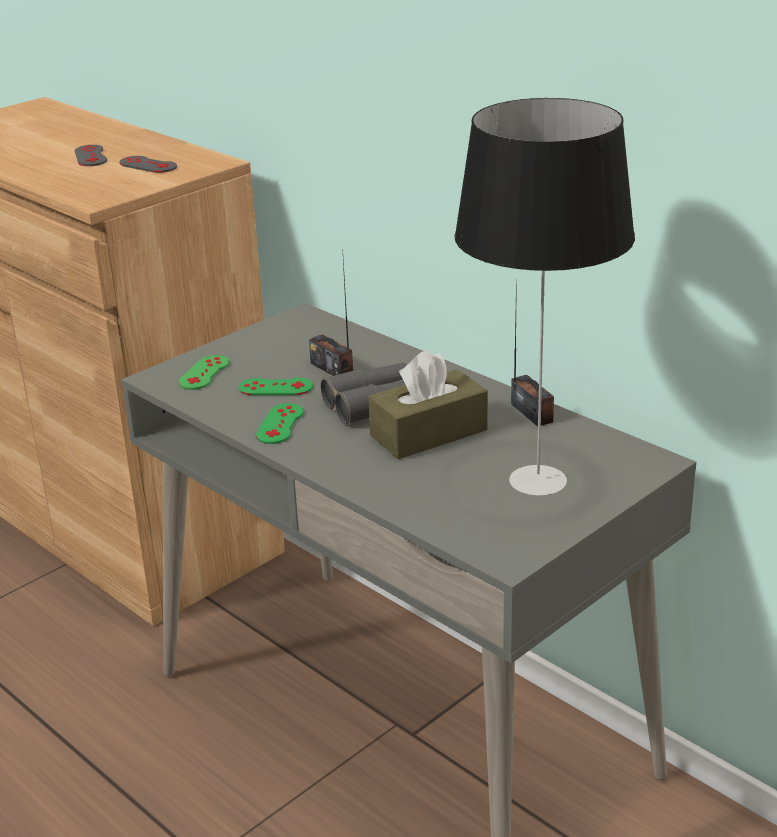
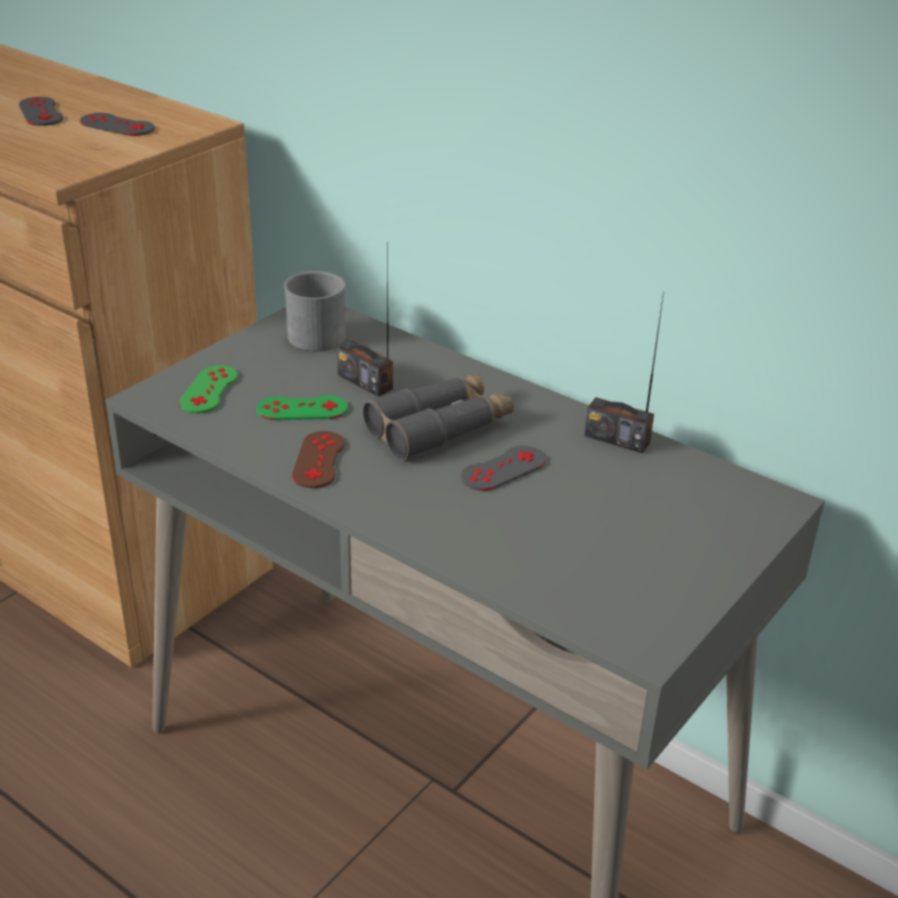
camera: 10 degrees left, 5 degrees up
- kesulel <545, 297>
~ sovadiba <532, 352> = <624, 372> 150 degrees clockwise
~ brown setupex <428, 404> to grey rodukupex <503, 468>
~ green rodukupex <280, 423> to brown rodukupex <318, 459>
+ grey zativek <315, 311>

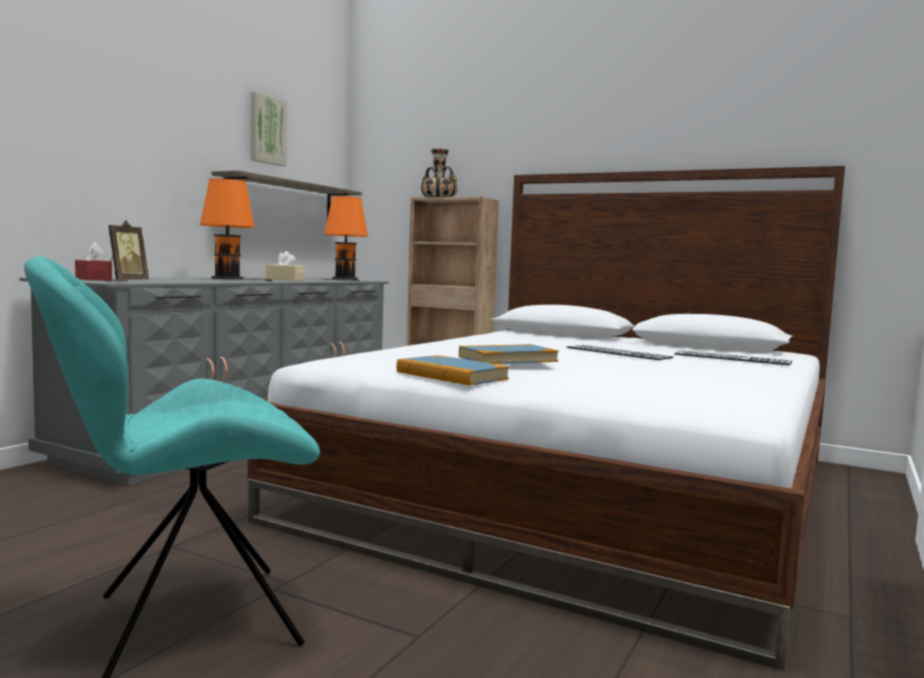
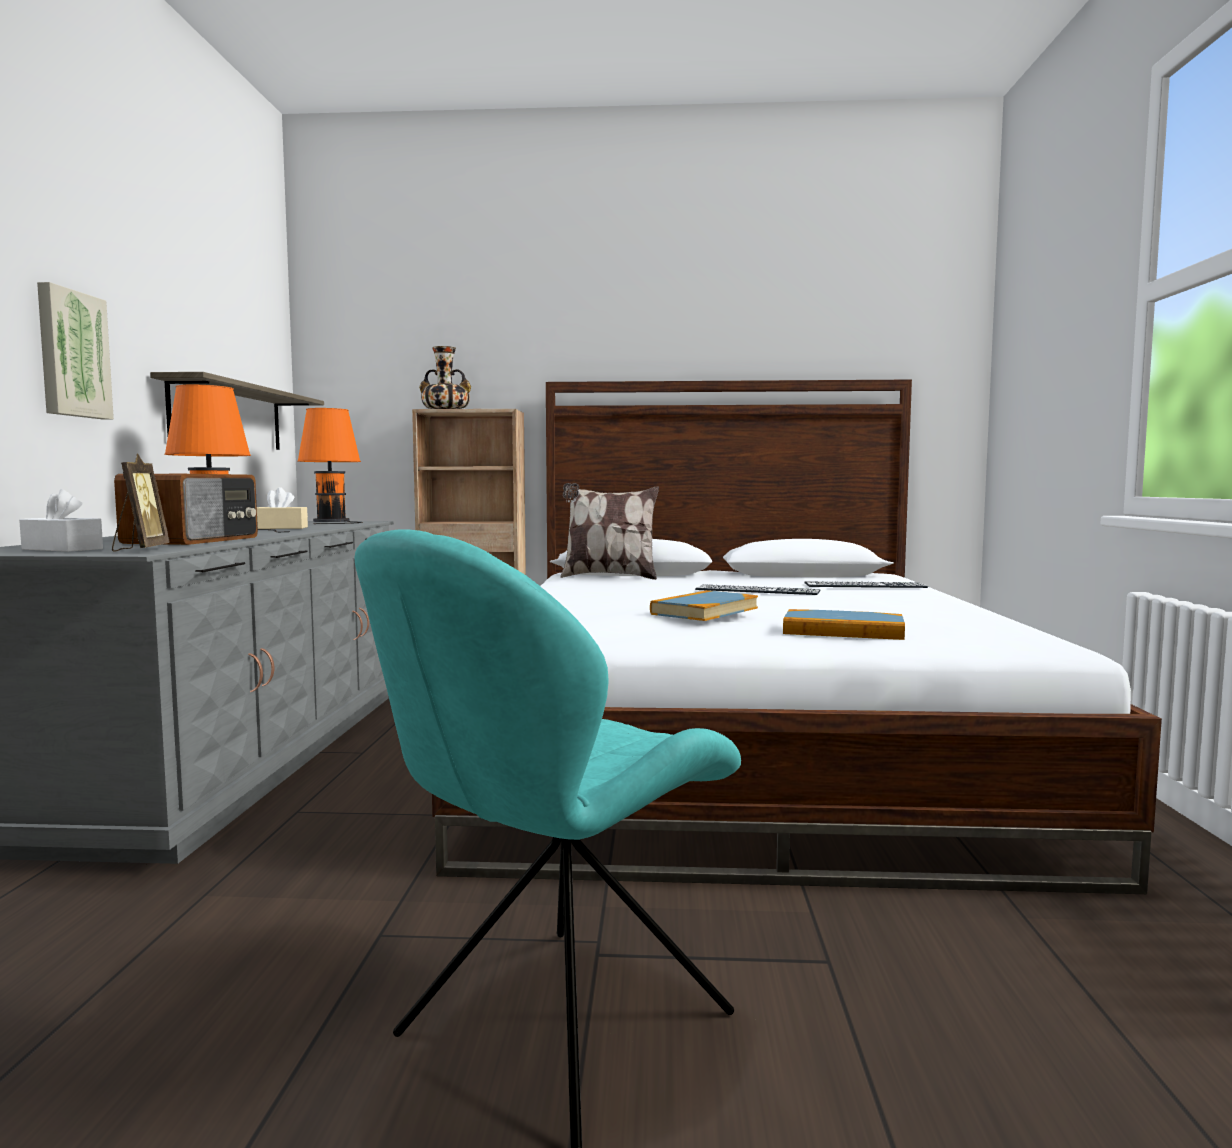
camera: 25 degrees left, 0 degrees up
~ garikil <269, 129> to <75, 350>
~ red setupex <93, 261> to white setupex <61, 520>
~ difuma <452, 370> to <844, 624>
+ sovadiba <186, 509>
+ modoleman <609, 531>

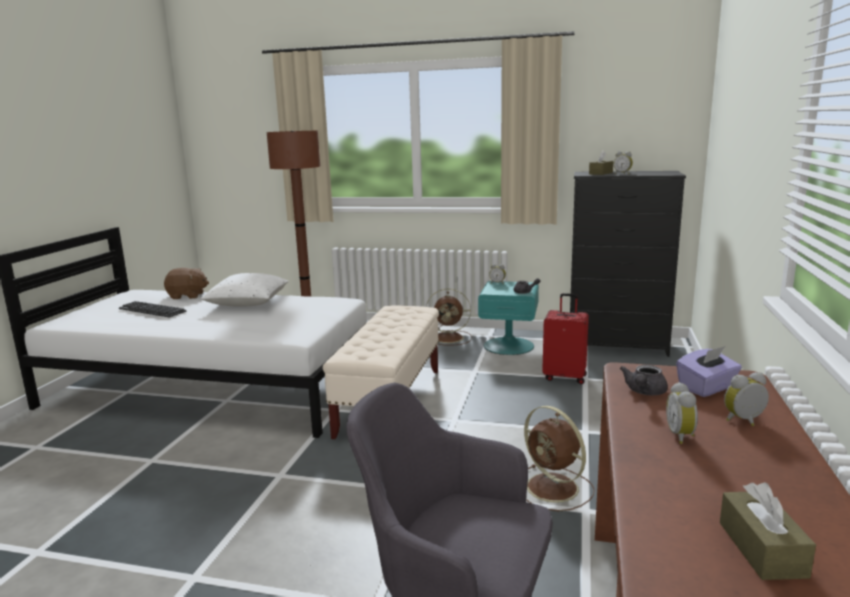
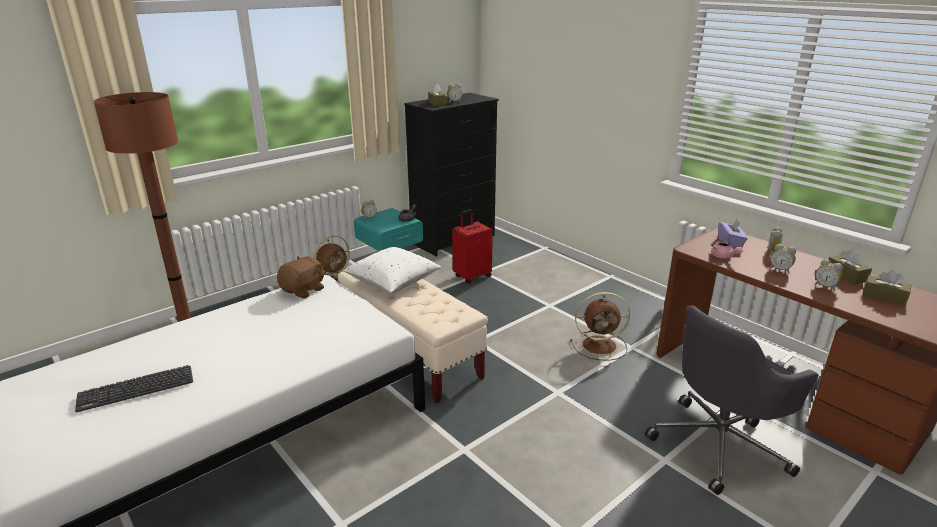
camera: 55 degrees left, 10 degrees up
~ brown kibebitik <186, 283> to <301, 277>
~ white modoleman <245, 290> to <392, 270>
~ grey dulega <644, 380> to pink dulega <727, 250>
+ brown setupex <850, 267>
+ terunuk <829, 275>

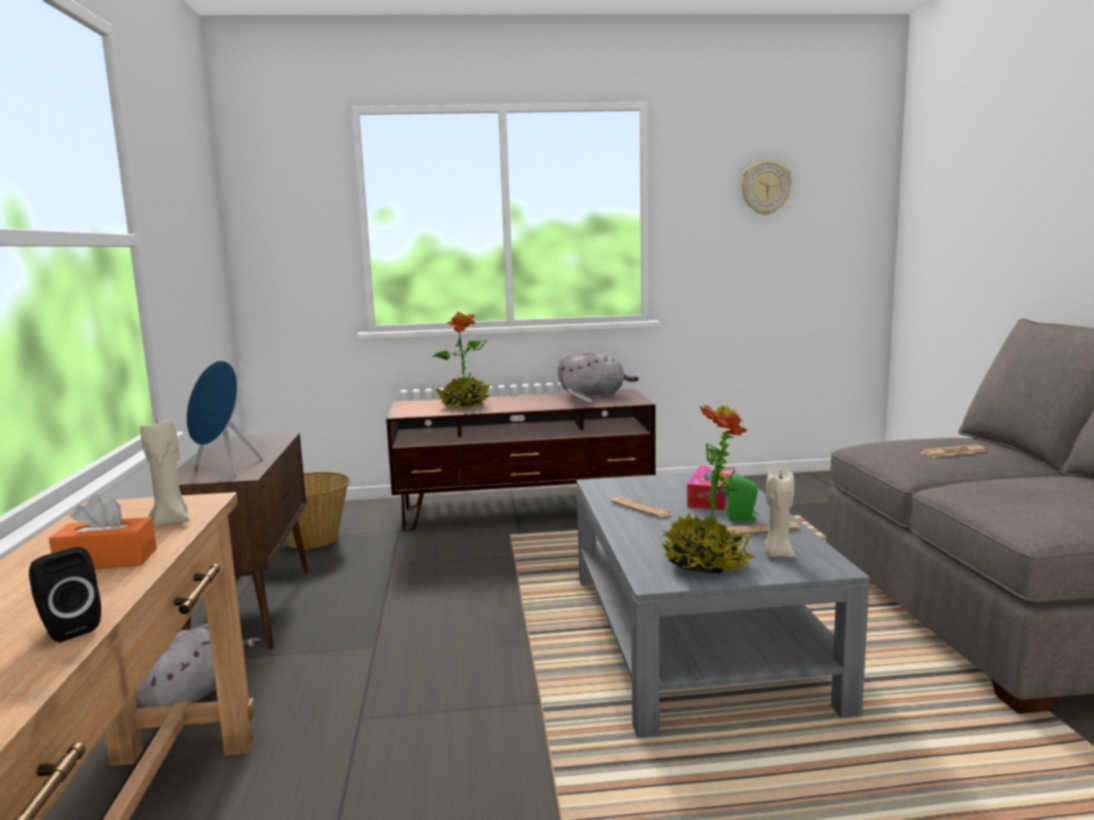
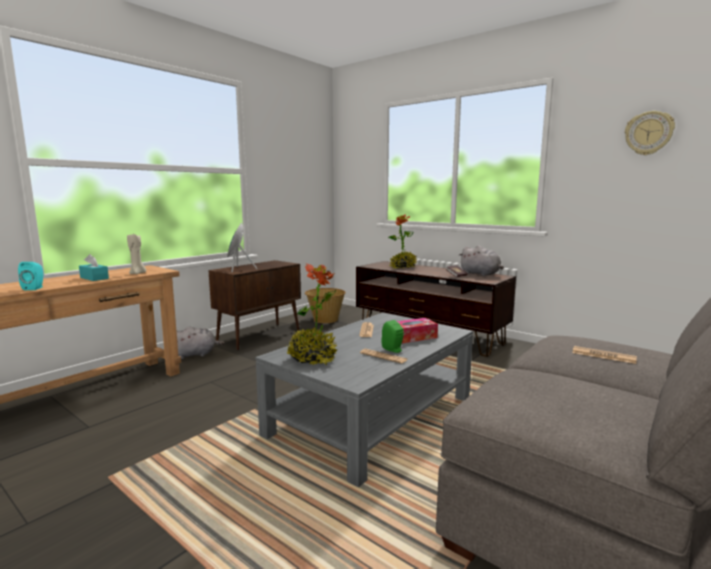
camera: 45 degrees right, 0 degrees up
- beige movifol <780, 512>
~ orange setupex <103, 532> to turquoise setupex <94, 267>
~ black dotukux <65, 595> to turquoise dotukux <30, 276>

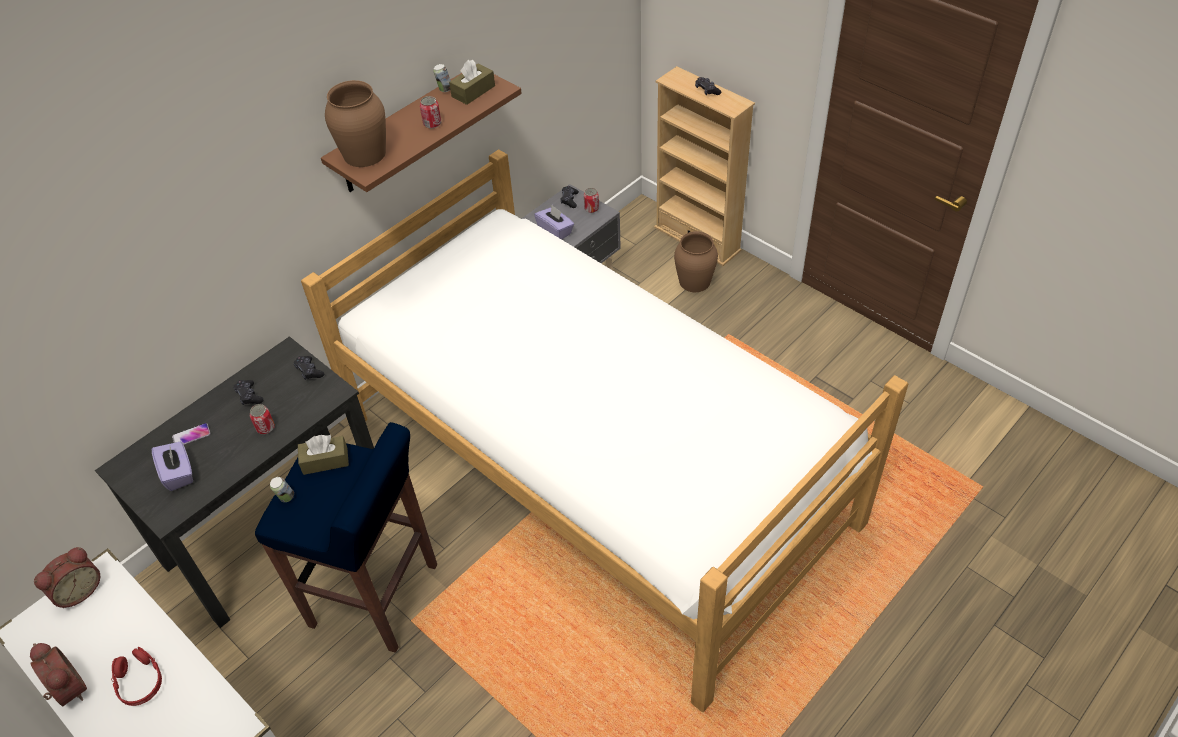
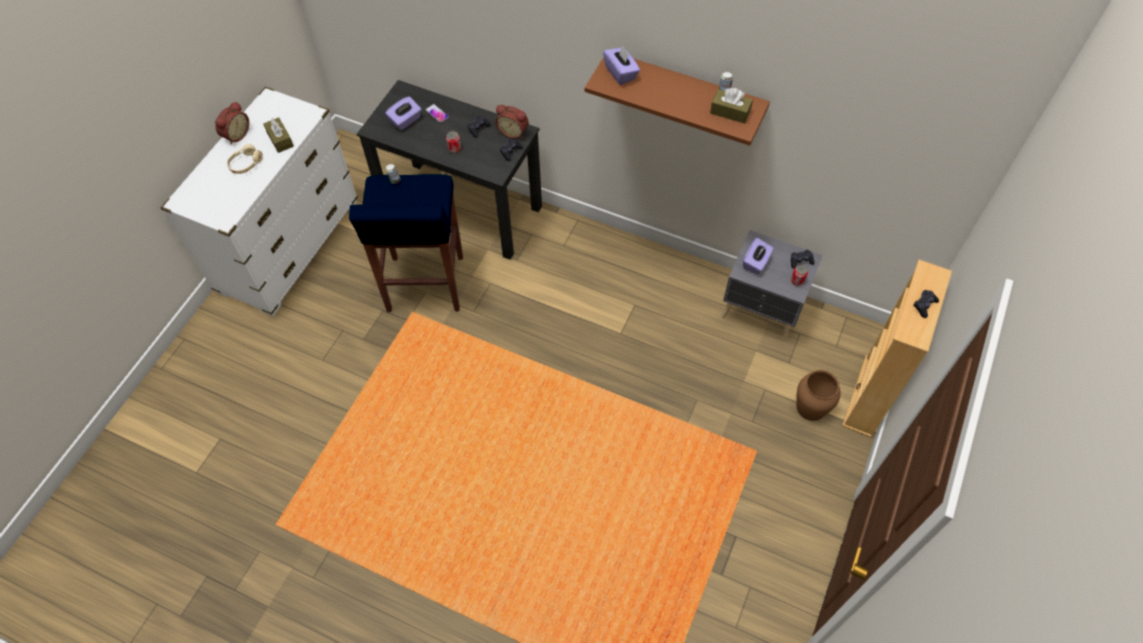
camera: 70 degrees right, 10 degrees up
~ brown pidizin <355, 123> to purple setupex <621, 65>
- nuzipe <430, 112>
- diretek <604, 430>
~ brown setupex <323, 455> to <278, 135>
~ terunuk <67, 577> to <512, 122>
~ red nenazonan <136, 676> to beige nenazonan <245, 159>

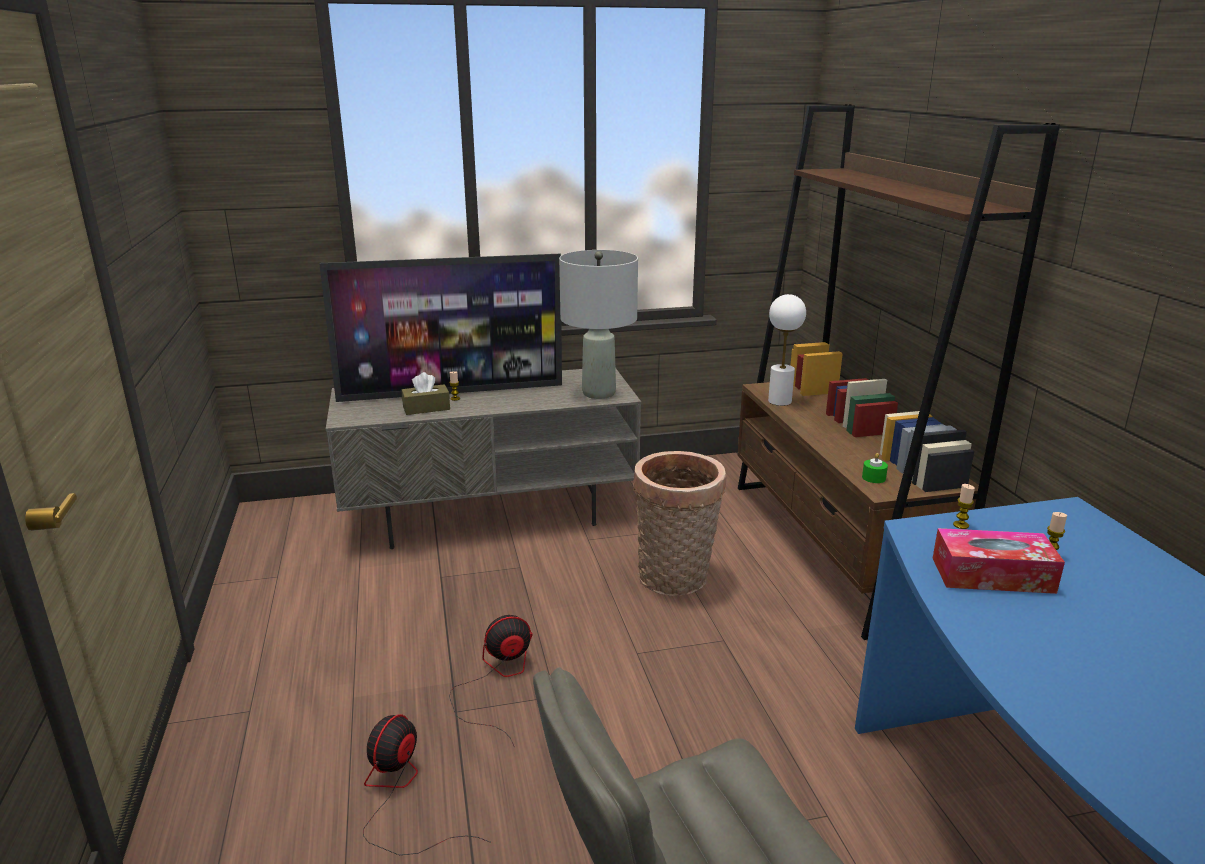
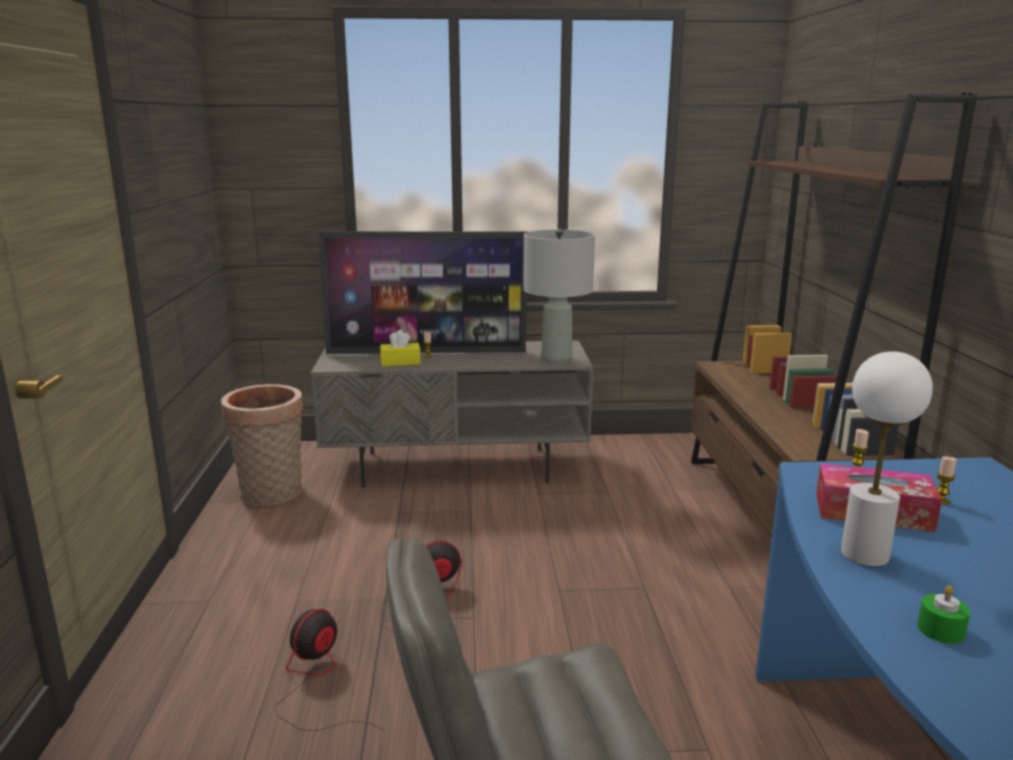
camera: 10 degrees right, 5 degrees down
~ white kesulel <787, 350> to <887, 459>
~ brown setupex <425, 393> to yellow setupex <400, 348>
~ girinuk <680, 523> to <262, 445>
~ green movifol <875, 468> to <943, 614>

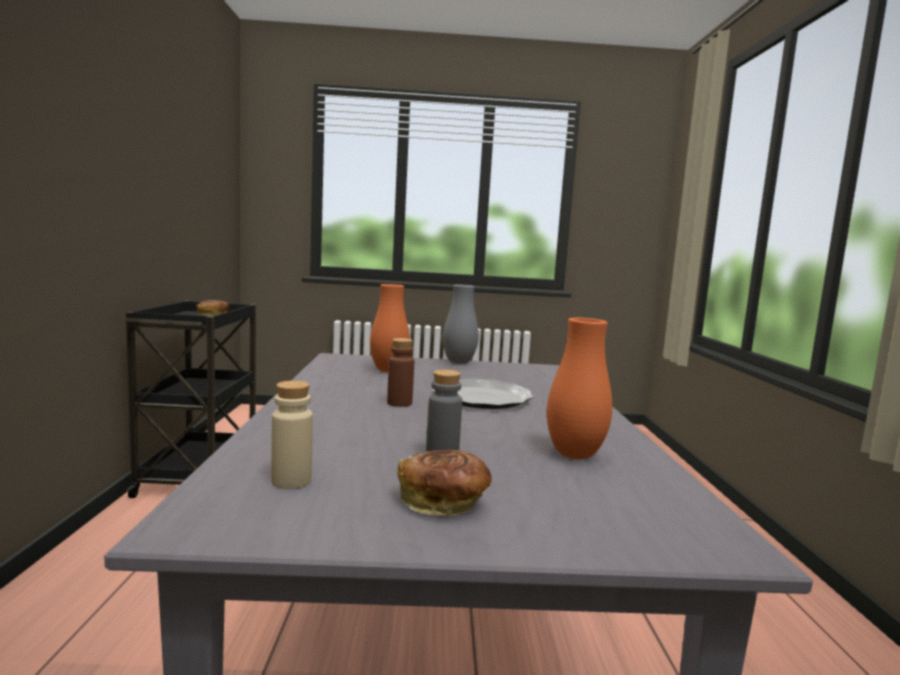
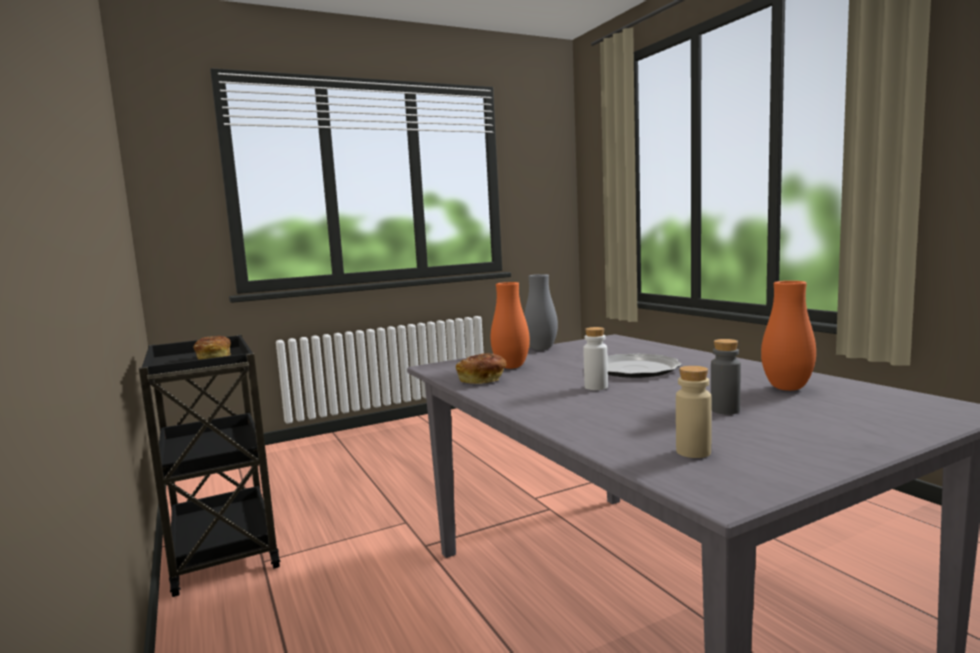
camera: 25 degrees left, 0 degrees up
~ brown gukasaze <400, 372> to white gukasaze <595, 358>
~ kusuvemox <444, 482> to <481, 368>

